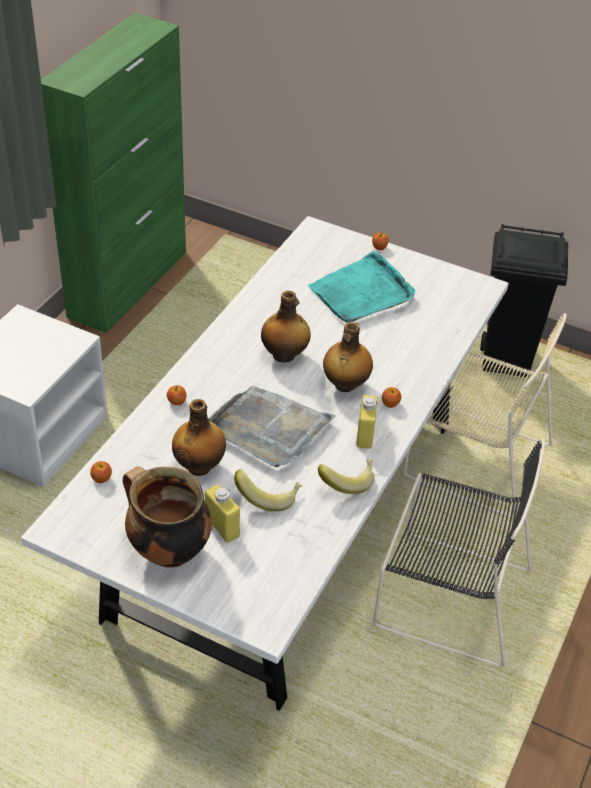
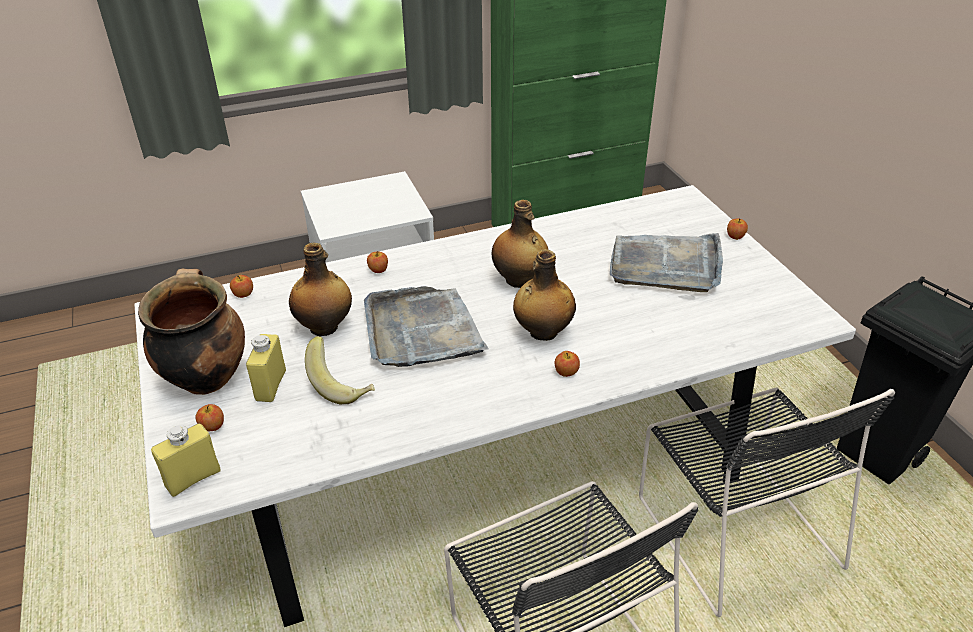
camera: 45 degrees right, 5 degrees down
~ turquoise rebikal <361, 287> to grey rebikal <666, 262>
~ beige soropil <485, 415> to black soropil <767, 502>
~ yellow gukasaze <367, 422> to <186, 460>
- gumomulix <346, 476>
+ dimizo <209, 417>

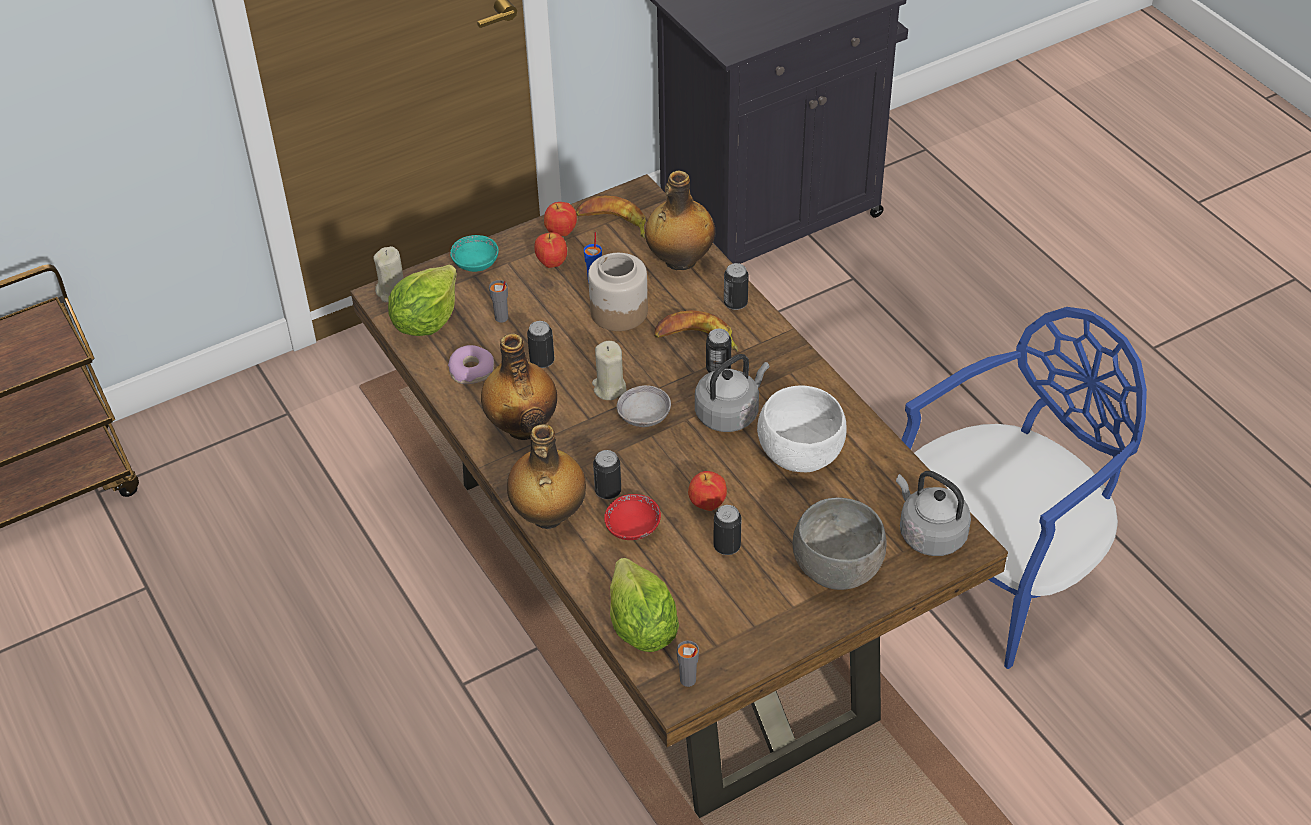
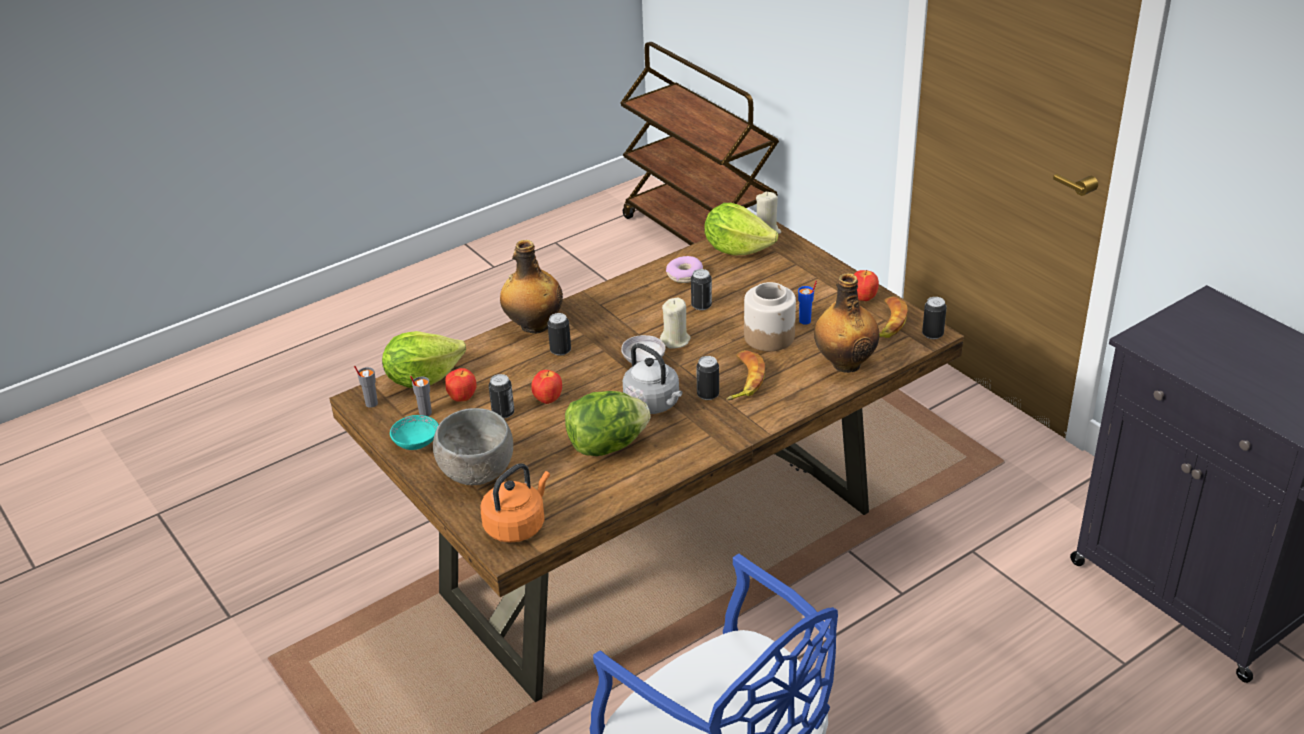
camera: 85 degrees right, 10 degrees down
~ dimizo <550, 250> to <460, 385>
~ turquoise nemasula <474, 253> to <414, 432>
~ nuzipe <736, 286> to <934, 318>
~ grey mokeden <498, 301> to <421, 396>
- gukasaze <519, 386>
~ white nemasula <801, 428> to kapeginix <607, 423>
~ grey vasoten <933, 513> to orange vasoten <515, 503>
- red nemasula <632, 517>

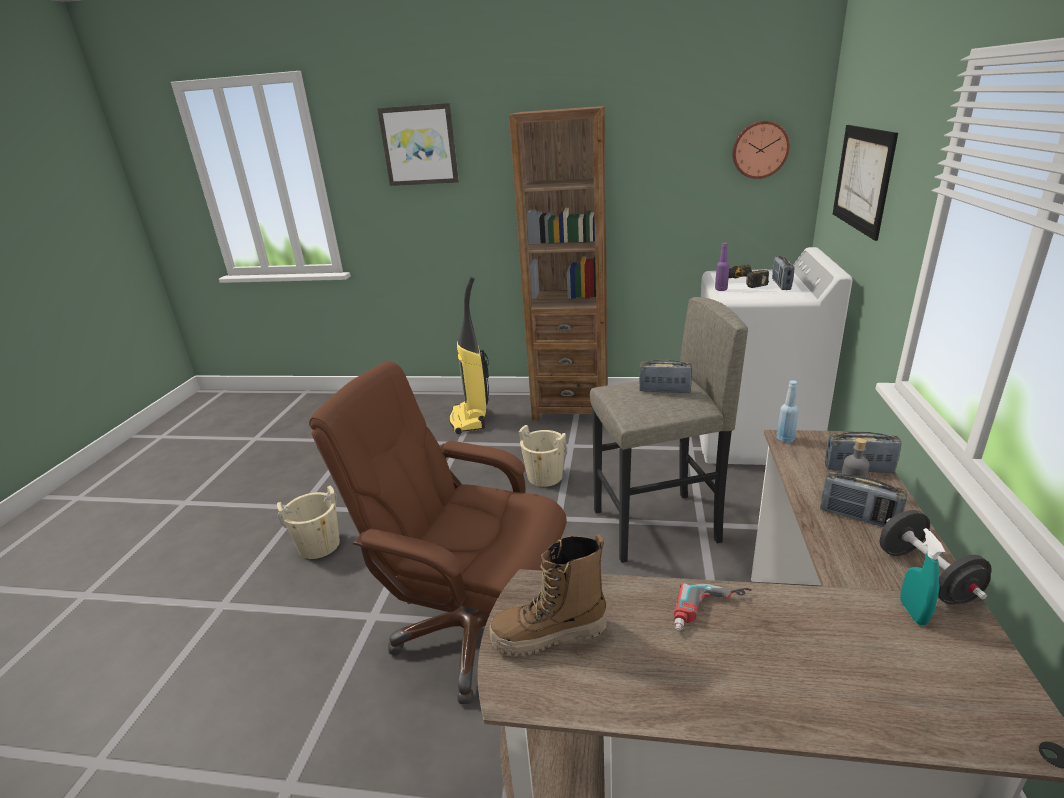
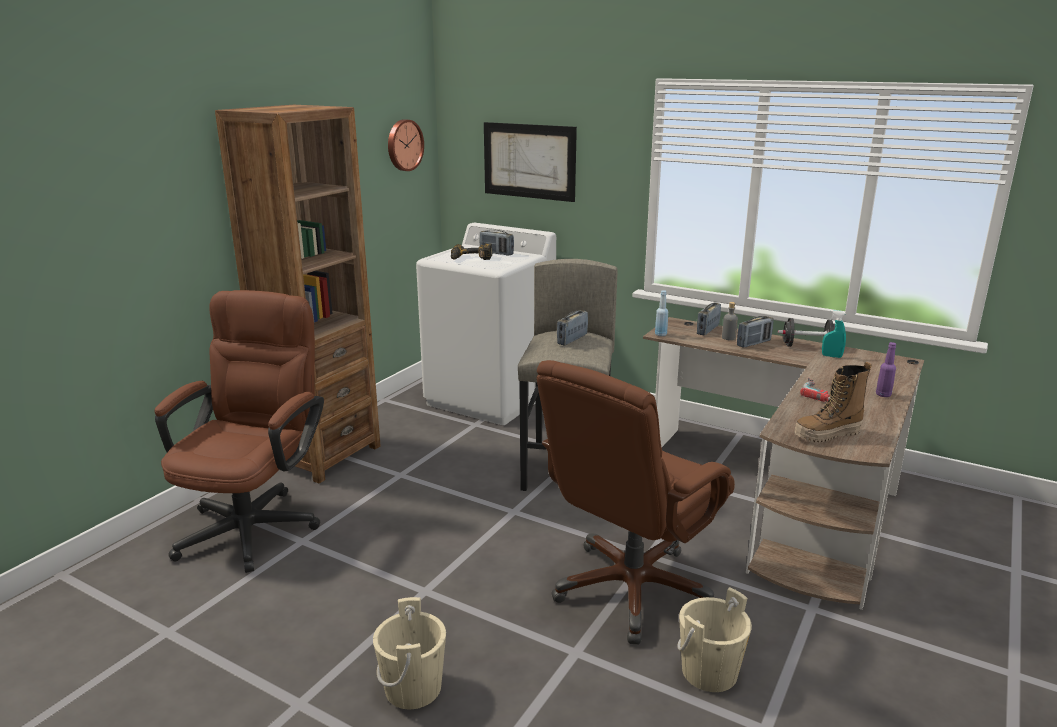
camera: 70 degrees left, 5 degrees down
- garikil <418, 144>
~ purple gukasaze <722, 267> to <886, 369>
~ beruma <469, 355> to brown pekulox <239, 431>
~ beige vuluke <543, 456> to <714, 639>
~ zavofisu <547, 595> = <833, 402> 60 degrees clockwise

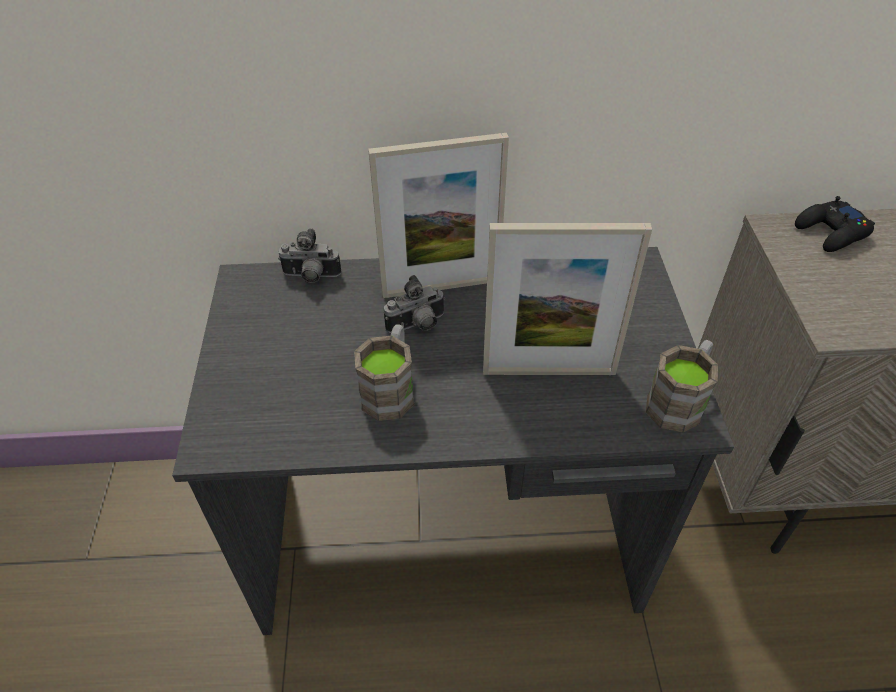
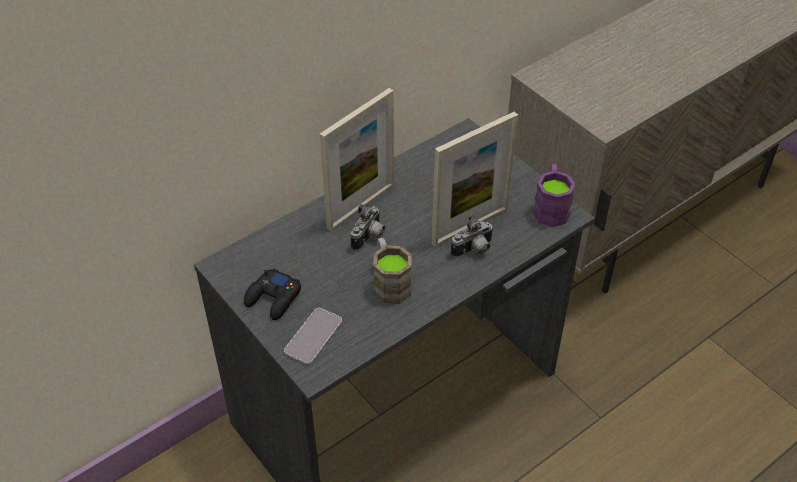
camera: 35 degrees left, 0 degrees up
~ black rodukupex <835, 224> to <272, 294>
~ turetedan <309, 255> to <472, 236>
~ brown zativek <682, 386> to purple zativek <554, 195>
+ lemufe <313, 336>

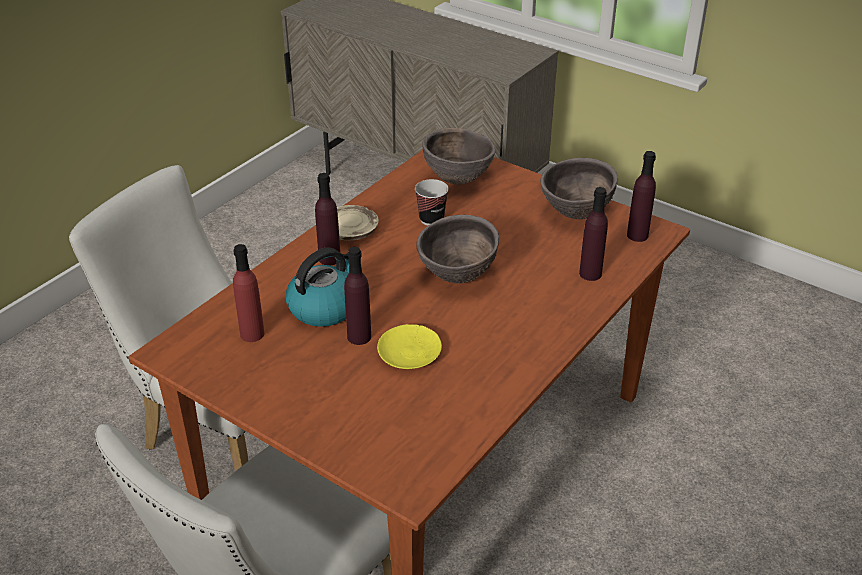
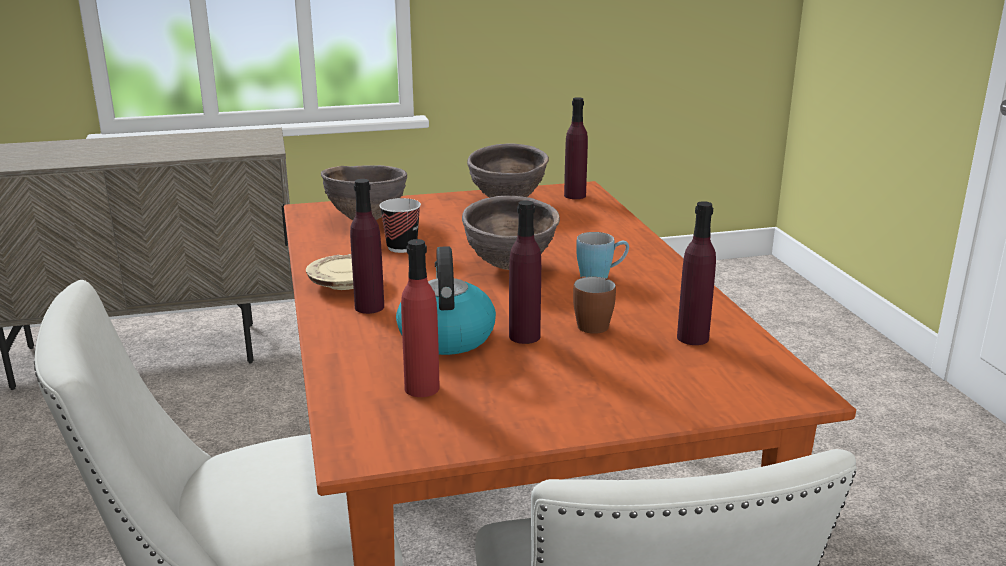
camera: 50 degrees left, 15 degrees down
~ purple gukasaze <593, 234> to <696, 273>
~ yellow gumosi <409, 346> to brown zativek <594, 305>
+ blue zativek <602, 255>

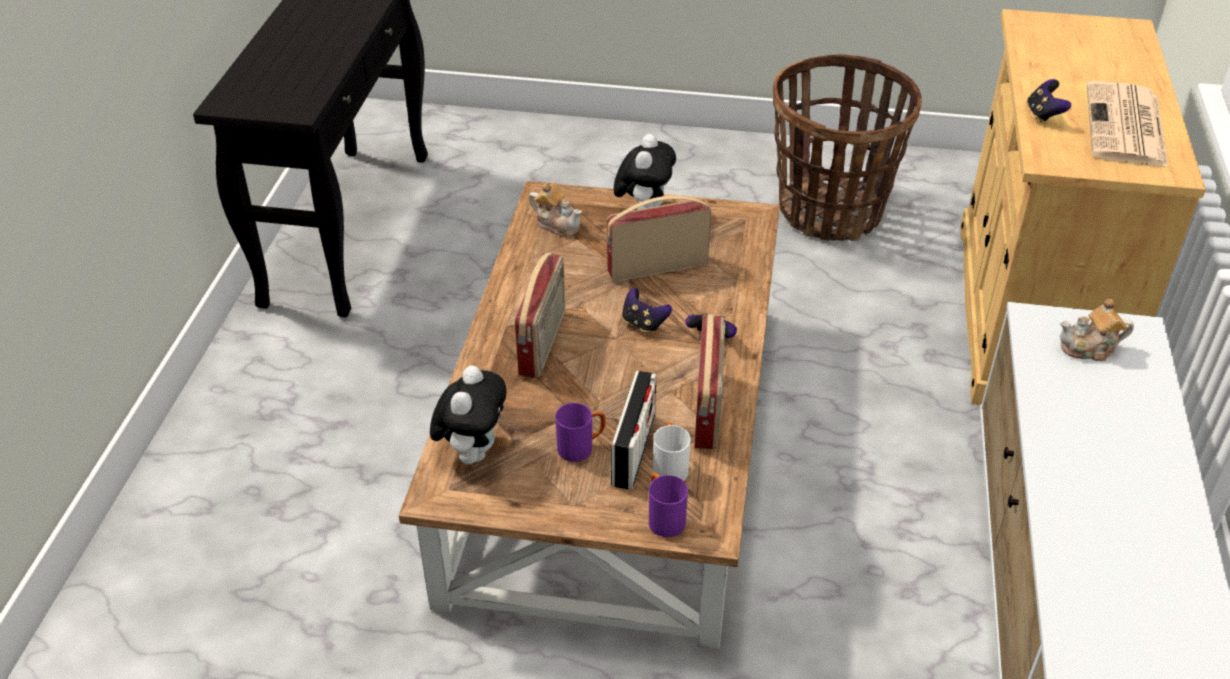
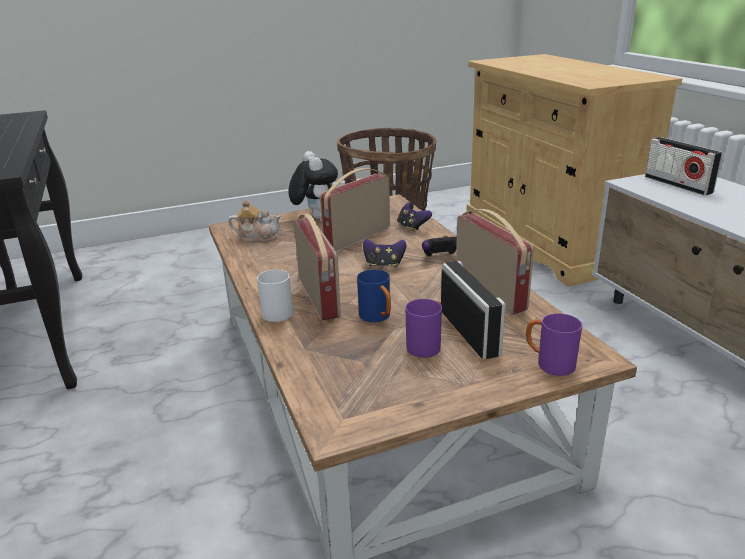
camera: 30 degrees left, 15 degrees down
~ rodukupex <1049, 101> to <414, 217>
- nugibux <1127, 124>
~ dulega <1097, 329> to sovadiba <683, 166>
- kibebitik <468, 415>
~ white zativek <672, 451> to <275, 296>
+ blue zativek <374, 296>

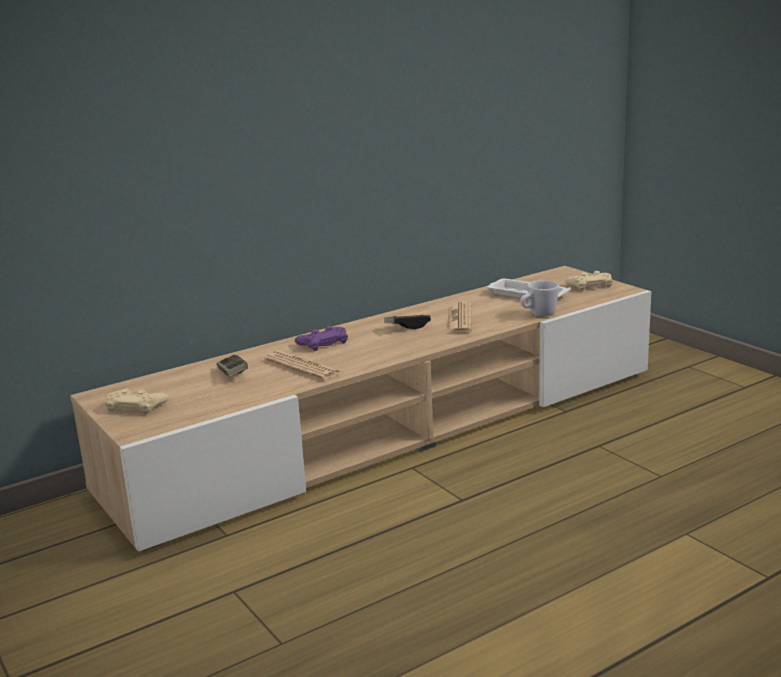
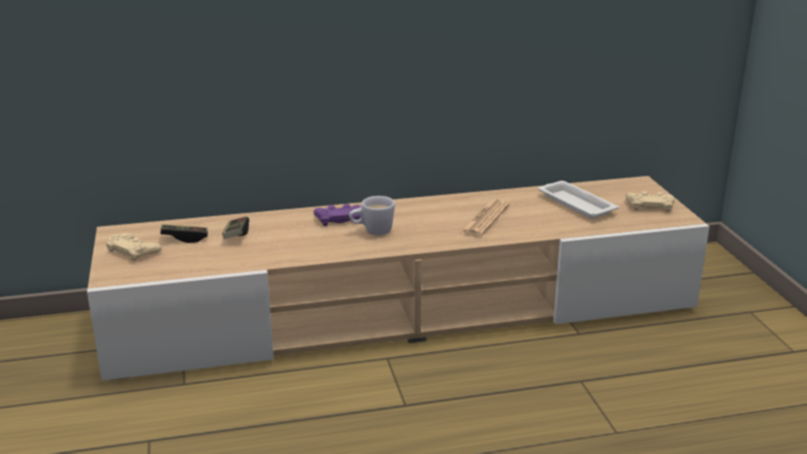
camera: 20 degrees right, 5 degrees up
~ white zativek <539, 298> to <372, 215>
~ rodukupex <407, 322> to <184, 234>
- nugibux <304, 365>

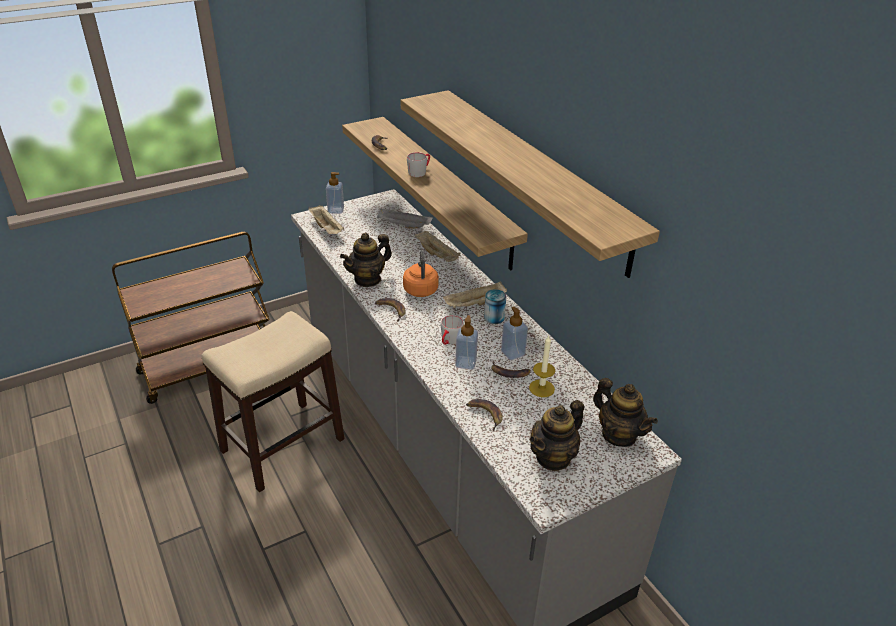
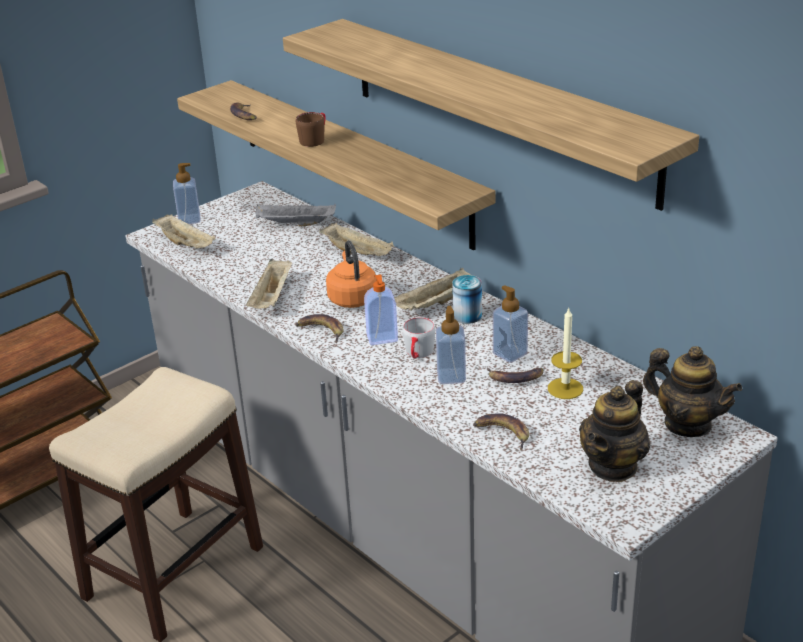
camera: 10 degrees left, 5 degrees down
~ grey zativek <418, 164> to brown zativek <311, 129>
~ dulega <366, 260> to beige rebikal <269, 283>
+ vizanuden <381, 309>

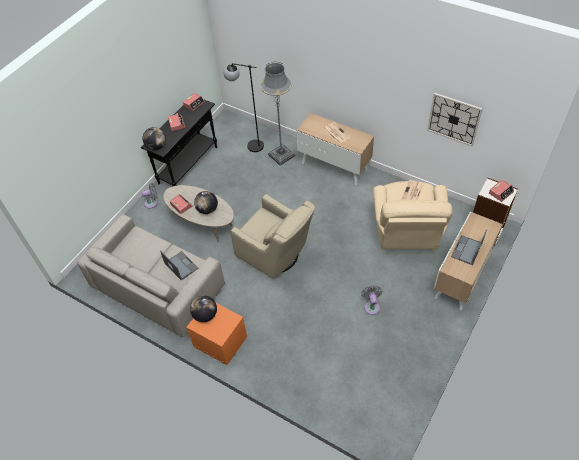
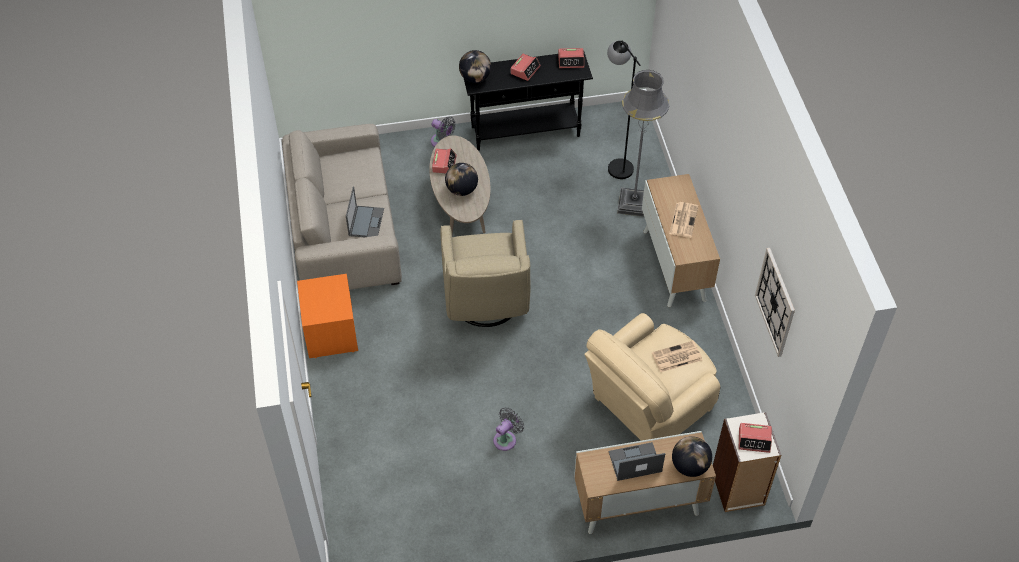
camera: 45 degrees right, 0 degrees up
~ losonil <203, 308> to <692, 456>

